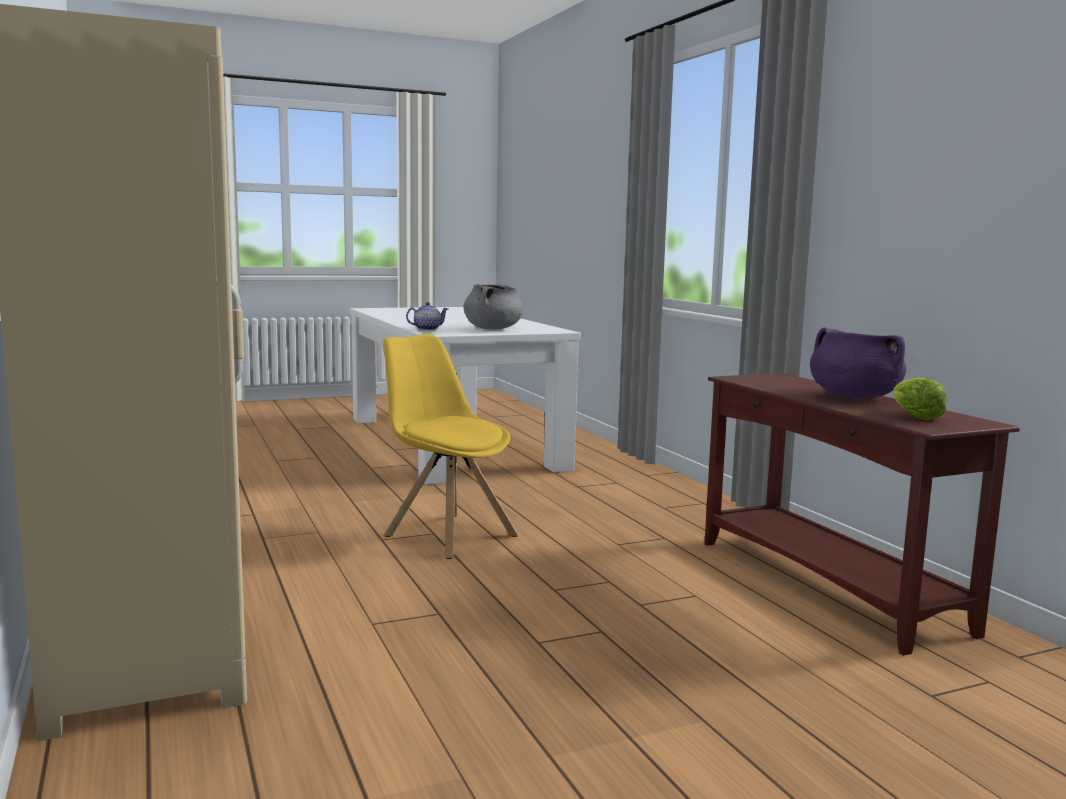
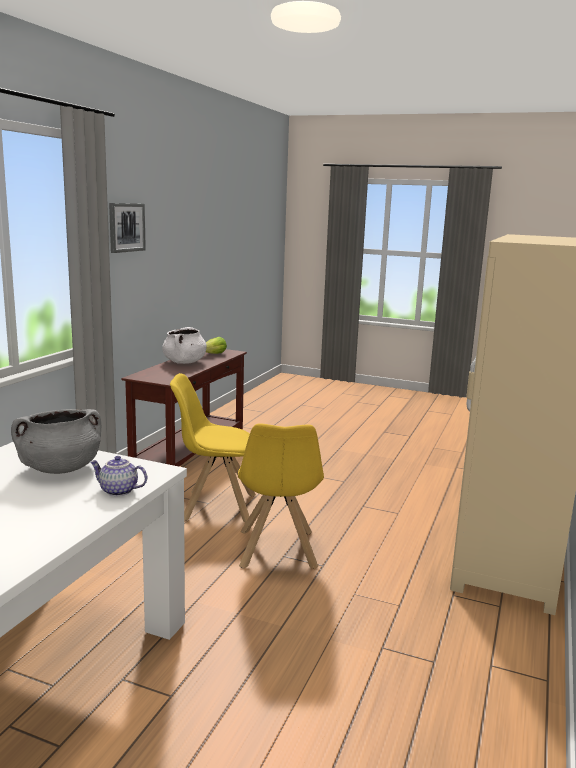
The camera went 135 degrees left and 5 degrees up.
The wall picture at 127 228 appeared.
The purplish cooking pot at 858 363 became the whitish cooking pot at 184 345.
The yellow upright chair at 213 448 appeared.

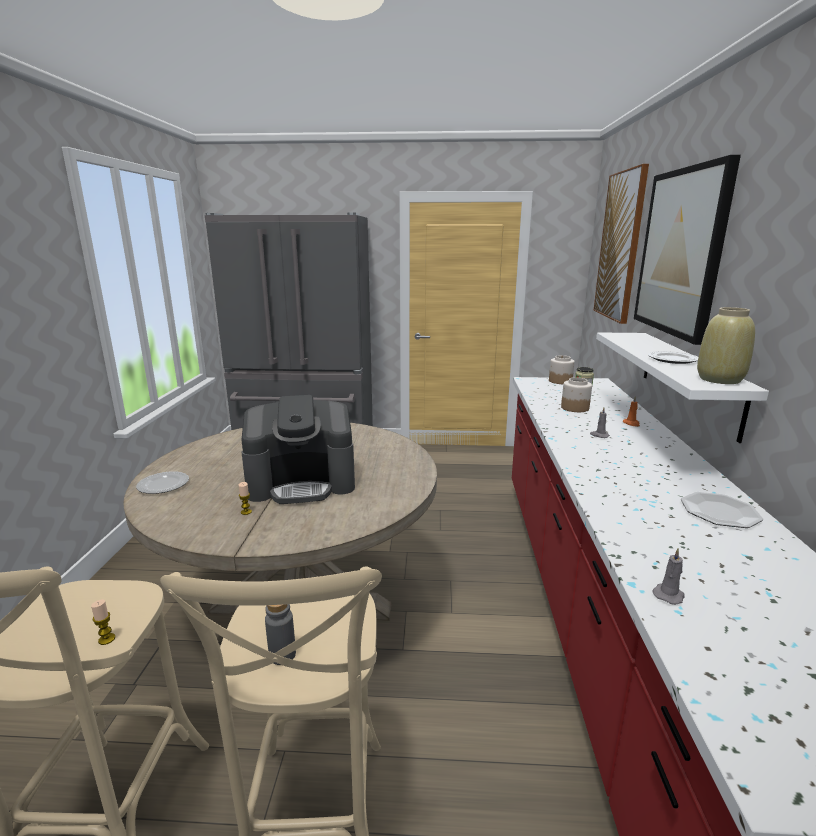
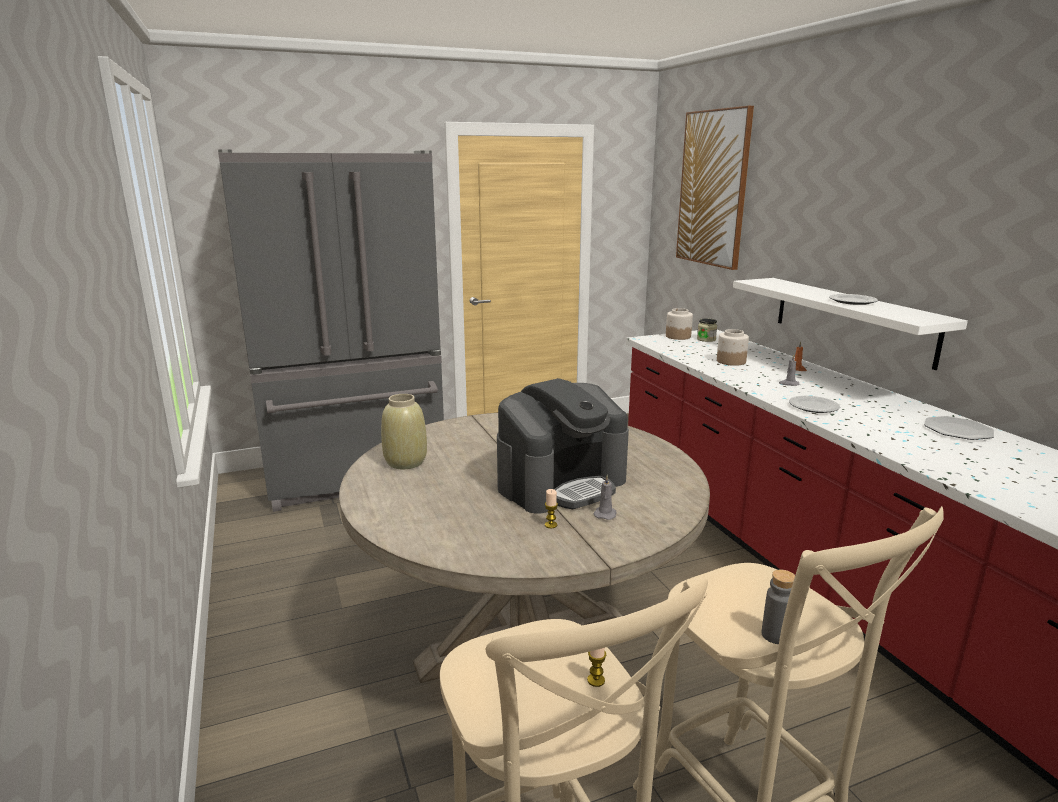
The camera went 25 degrees left and 0 degrees up.
The beige-coloured decorative vase moved from 726 345 to 404 431.
The greyish candle moved from 668 576 to 604 497.
The flat dish moved from 162 482 to 814 404.
The wall picture at 687 250 disappeared.

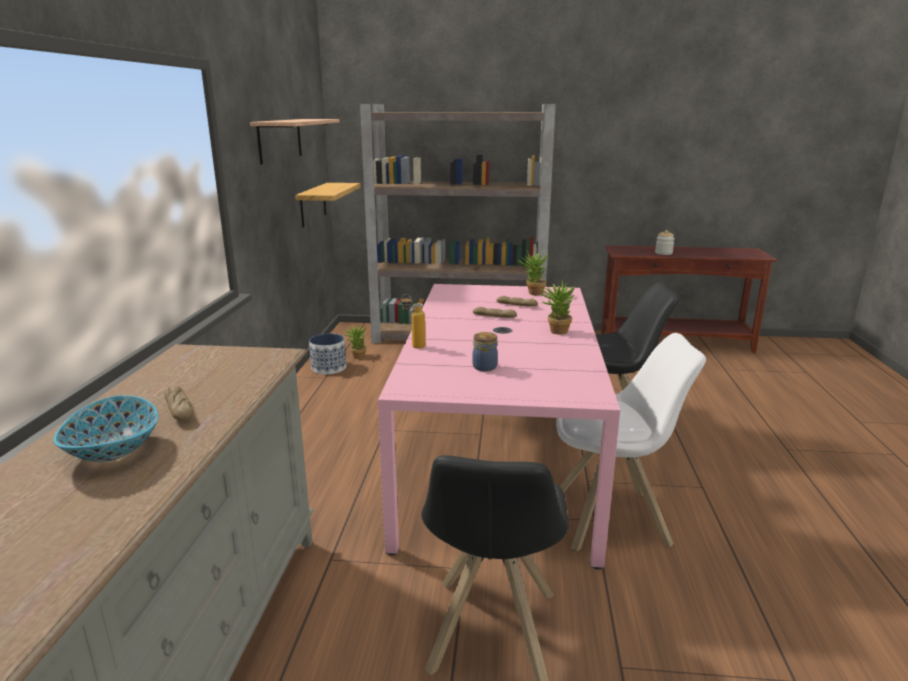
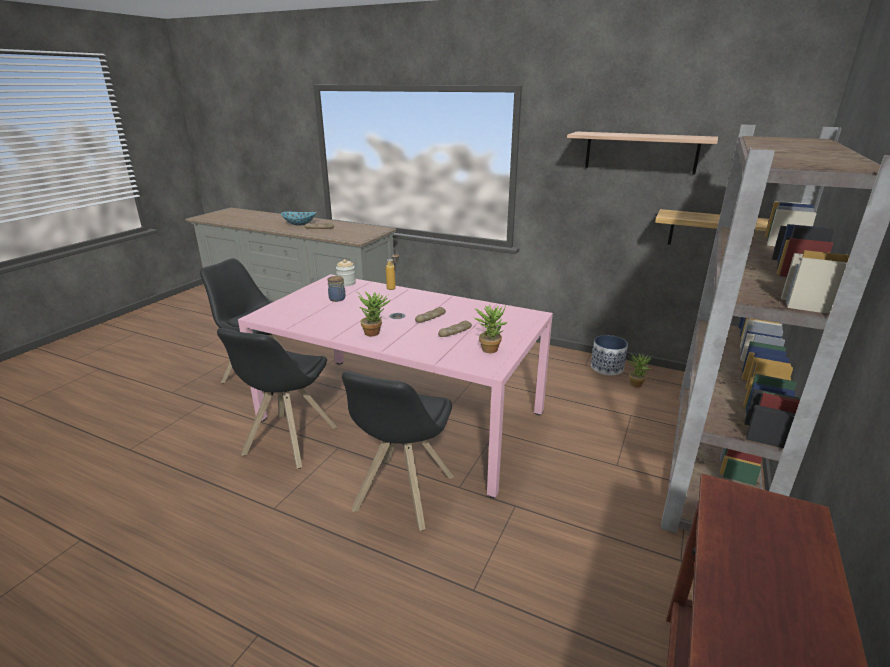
The camera went 110 degrees right and 5 degrees up.
The whitish upright chair at 631 442 became the black-coloured upright chair at 277 398.
The jar moved from 665 242 to 346 272.

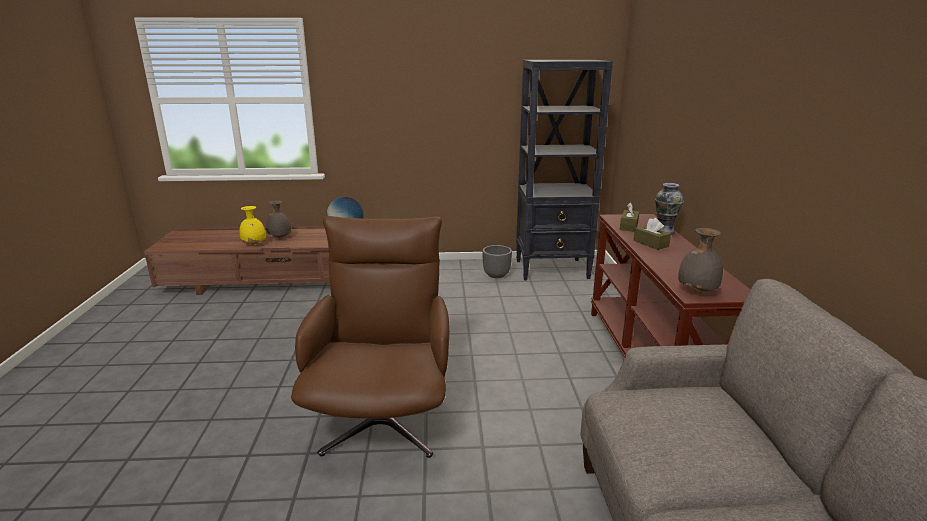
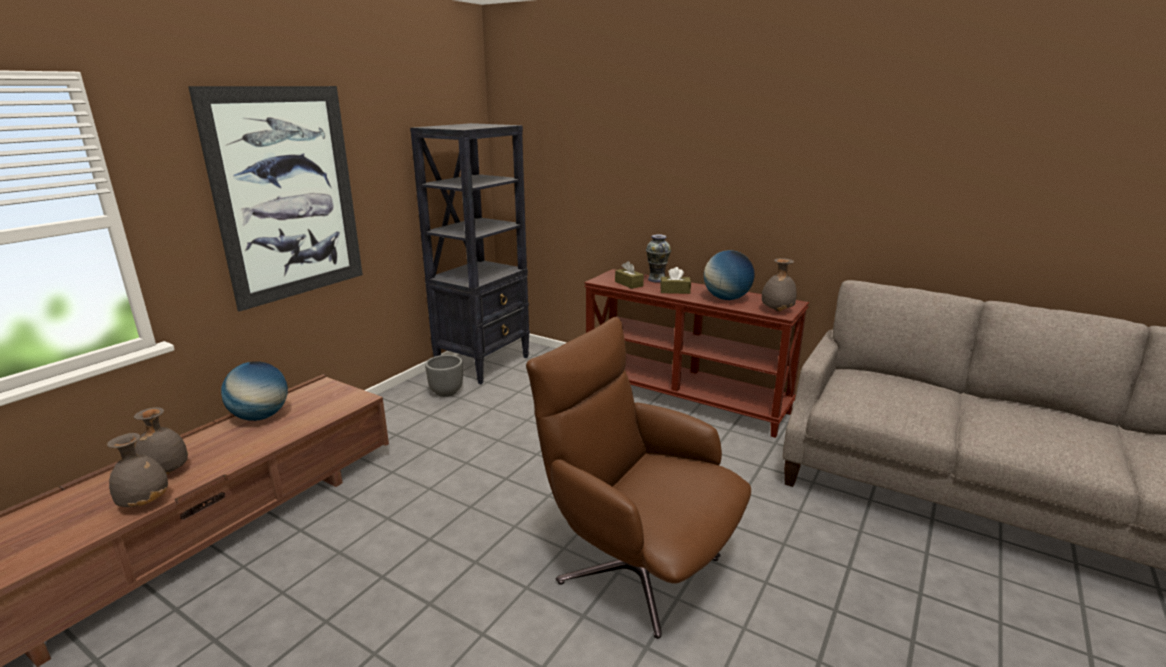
The camera went 55 degrees left and 0 degrees up.
The yellow decorative vase at 252 225 became the greyish decorative vase at 137 470.
The wall picture at 275 199 appeared.
The world globe at 729 275 appeared.

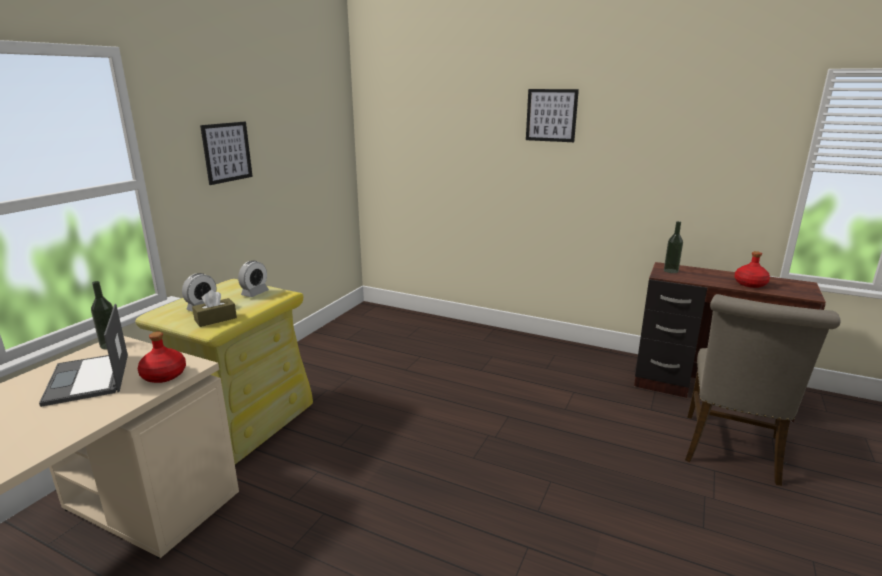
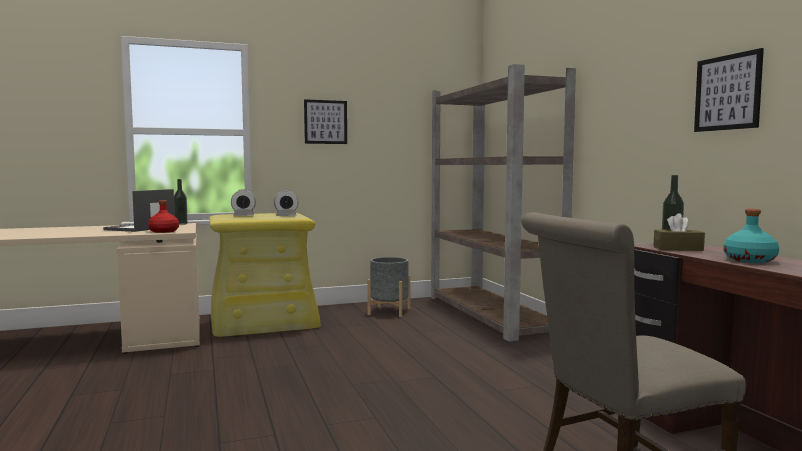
The camera went 45 degrees right and 15 degrees down.
The greyish plant pot at 389 287 appeared.
The brownish bookcase at 503 203 appeared.
The brownish box of tissues moved from 214 308 to 679 232.
The wall picture moved from 552 115 to 729 90.
The red-coloured drink bottle at 752 269 became the turquoise-coloured drink bottle at 751 236.

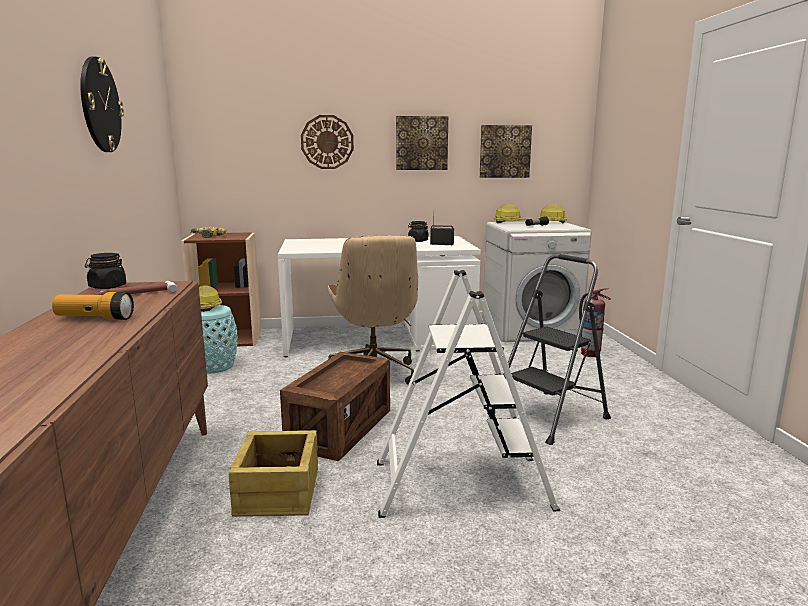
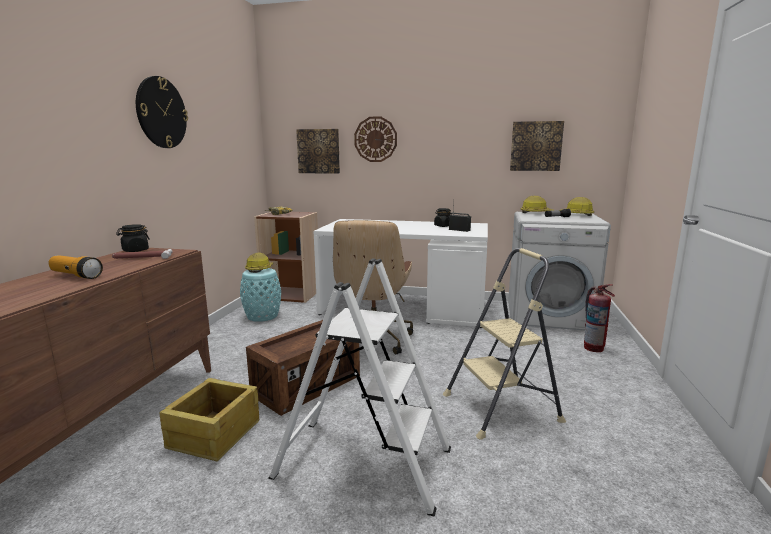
The camera went 20 degrees right and 0 degrees up.
The wall picture moved from 422 143 to 318 151.
The black-coloured stepladder at 549 349 became the beige-coloured stepladder at 504 344.

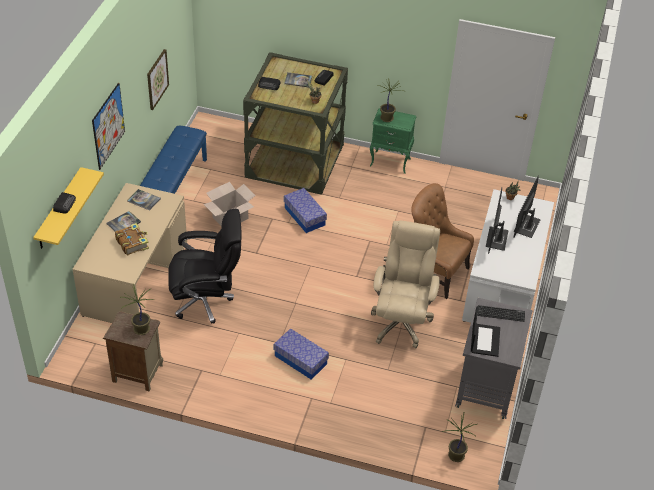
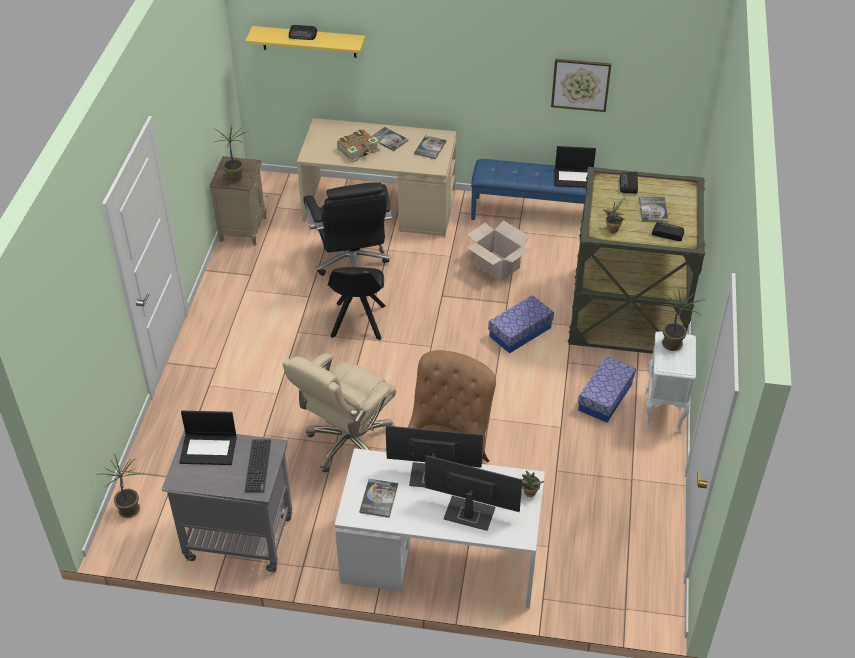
The camera went 85 degrees right and 0 degrees up.
The beige-coloured computer chair at 405 284 turned 120 degrees clockwise.
The black-coloured upright chair at 356 303 appeared.
The book at 378 498 appeared.
The notebook computer at 575 167 appeared.
The storage container moved from 301 354 to 607 389.
The green nightstand at 393 141 became the whitish nightstand at 670 382.
The wall picture at 108 126 disappeared.

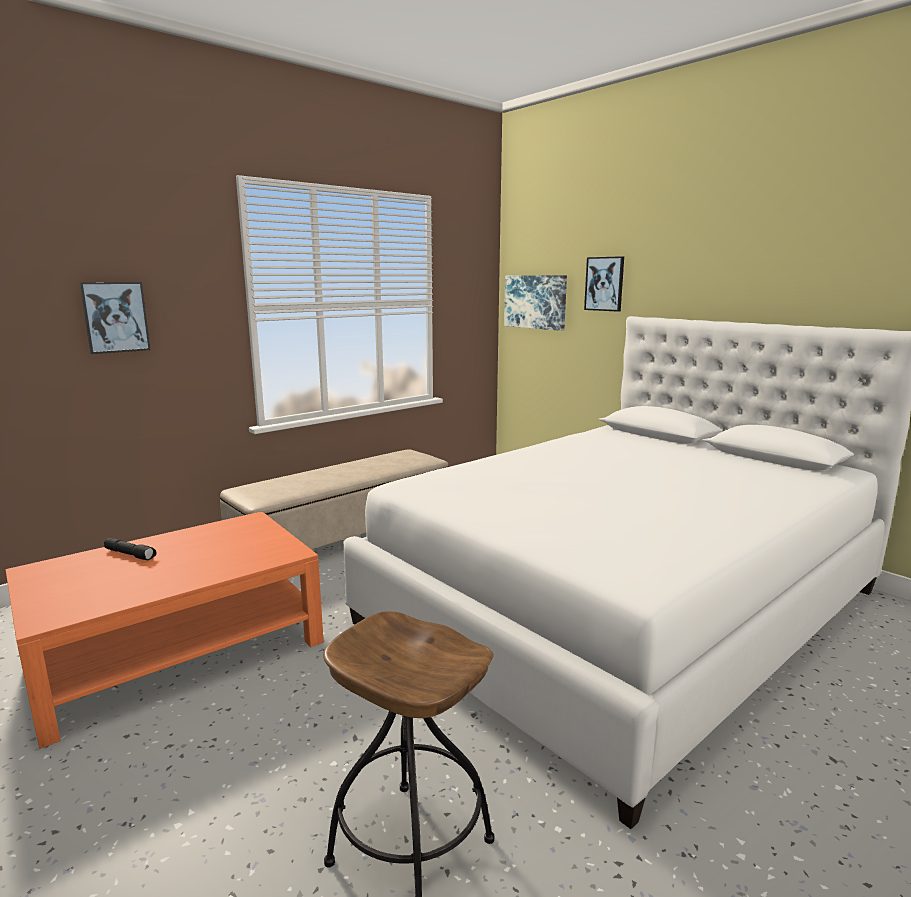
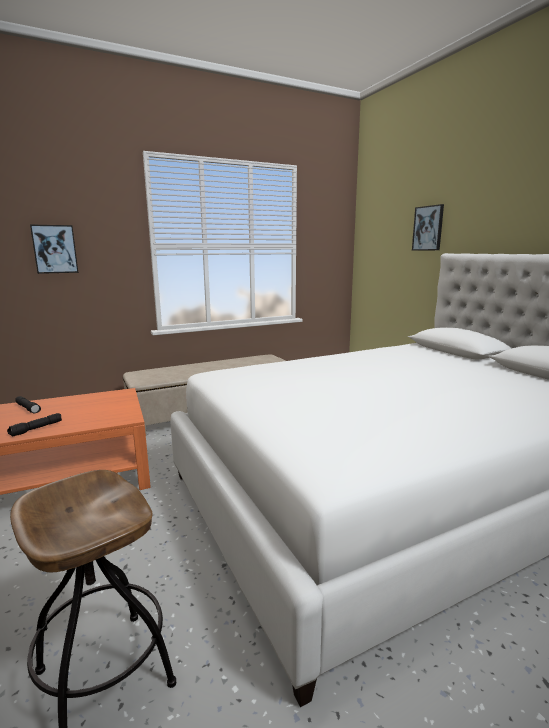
The camera went 15 degrees right and 0 degrees up.
The black-coloured flashlight at 34 424 appeared.
The wall picture at 535 303 disappeared.

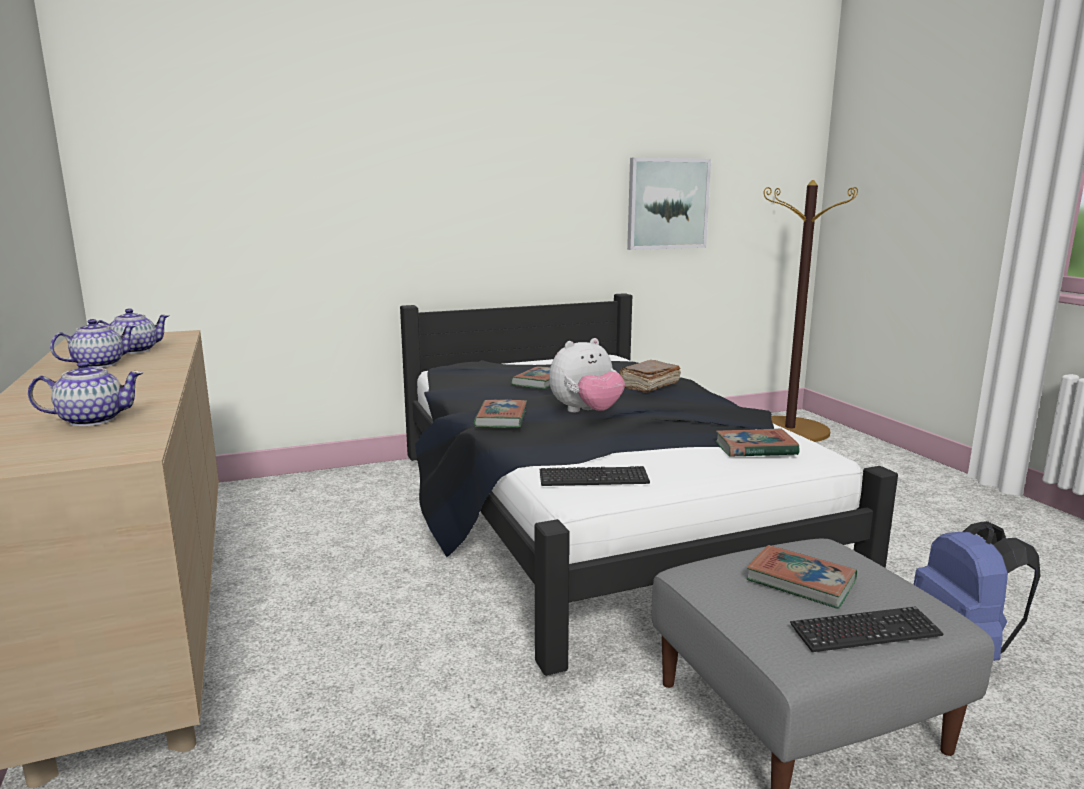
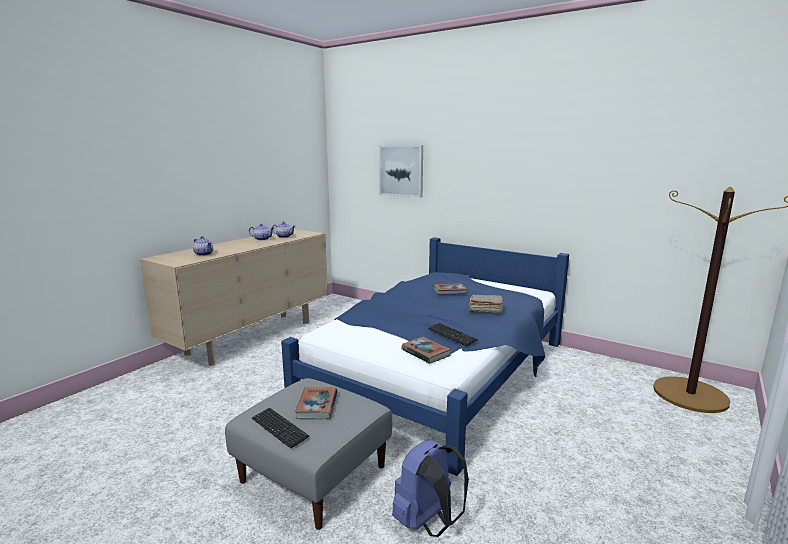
The camera went 55 degrees right and 0 degrees up.
The black-coloured bed at 649 484 became the bluish bed at 425 356.
The wall picture moved from 669 203 to 401 171.
The keyboard moved from 595 476 to 453 334.
The book at 500 414 disappeared.
The cuddly toy at 587 375 disappeared.

